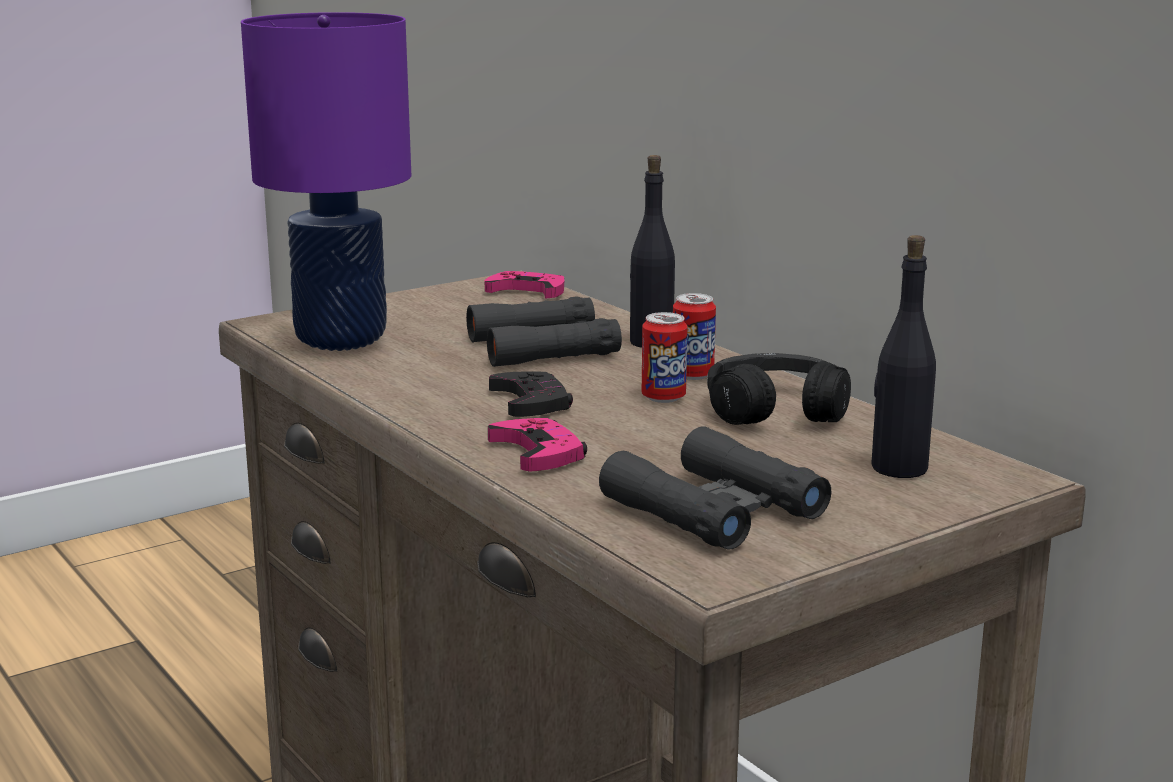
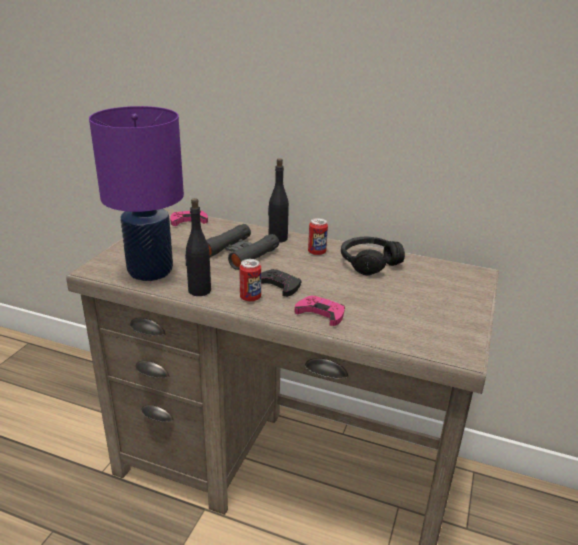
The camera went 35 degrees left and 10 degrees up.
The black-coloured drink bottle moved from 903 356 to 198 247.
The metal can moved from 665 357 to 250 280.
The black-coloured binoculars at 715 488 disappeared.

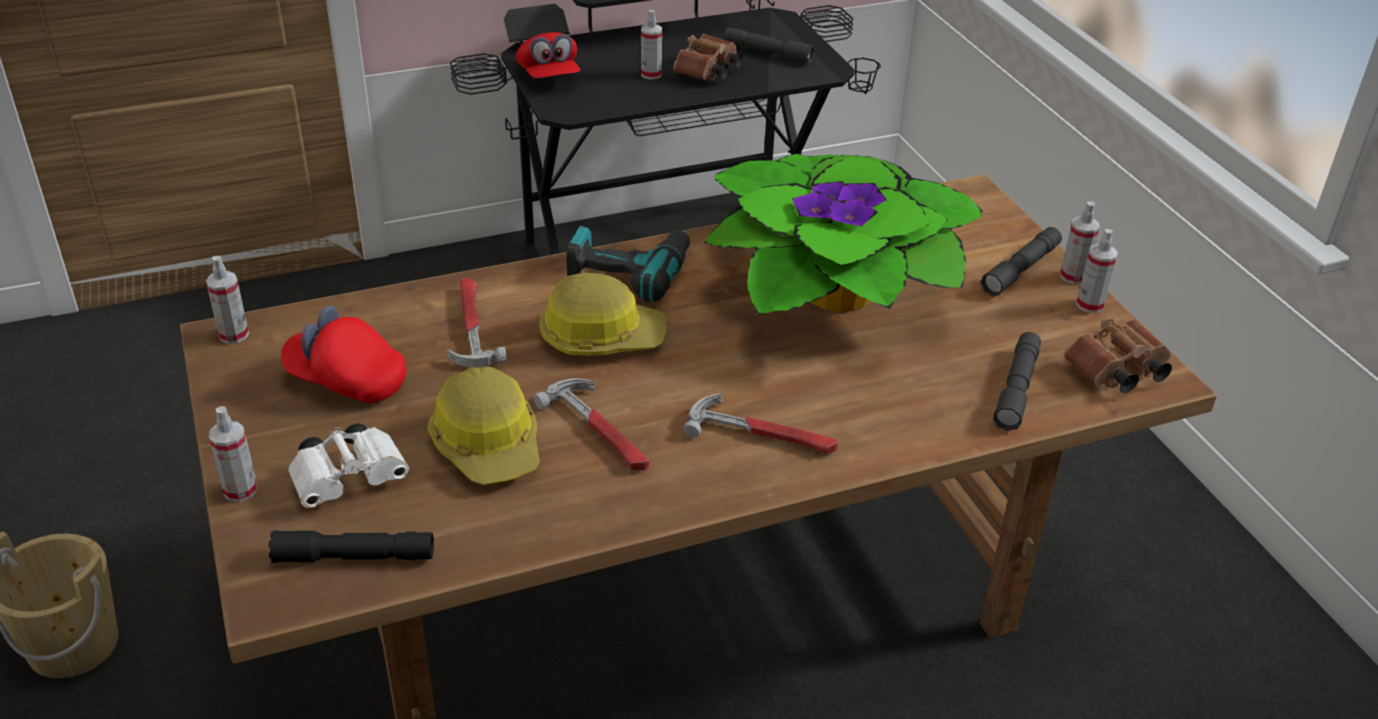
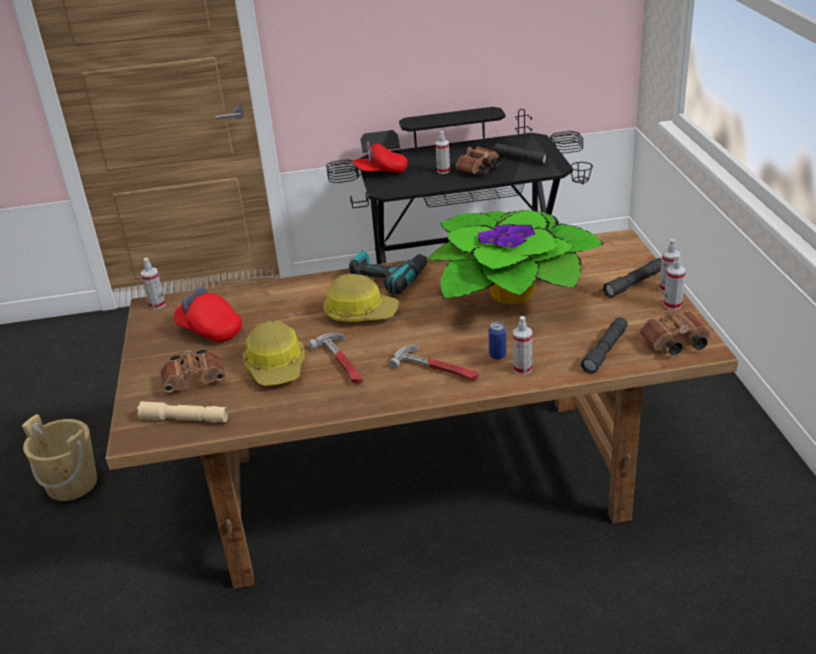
The camera went 15 degrees right and 5 degrees down.
The black-coloured flashlight at 351 546 became the beige-coloured flashlight at 182 412.
The whitish binoculars at 348 465 became the brownish binoculars at 193 371.
The red-coloured baseball cap at 548 55 turned 90 degrees clockwise.
The metal can at 497 341 appeared.
The spray bottle moved from 233 454 to 522 345.
The tool hammer at 477 323 disappeared.

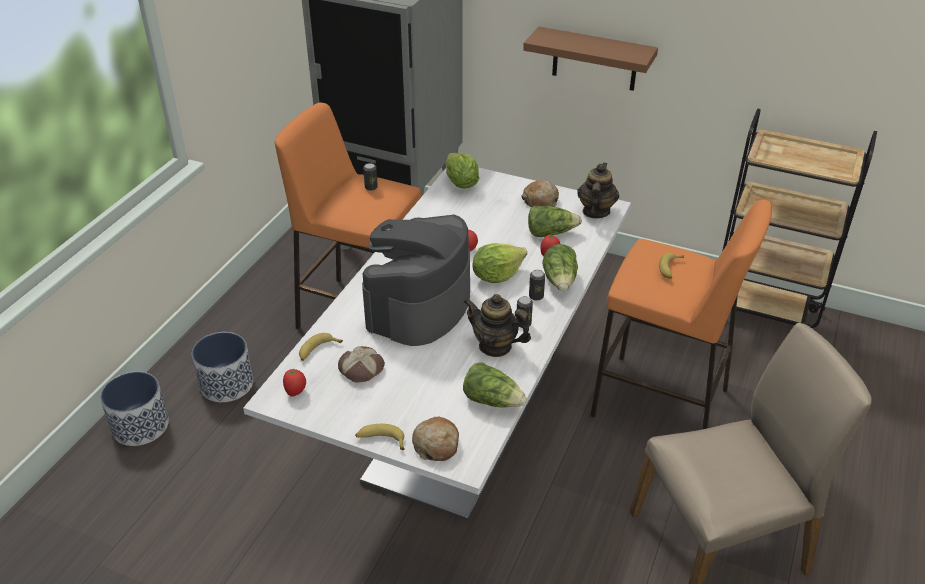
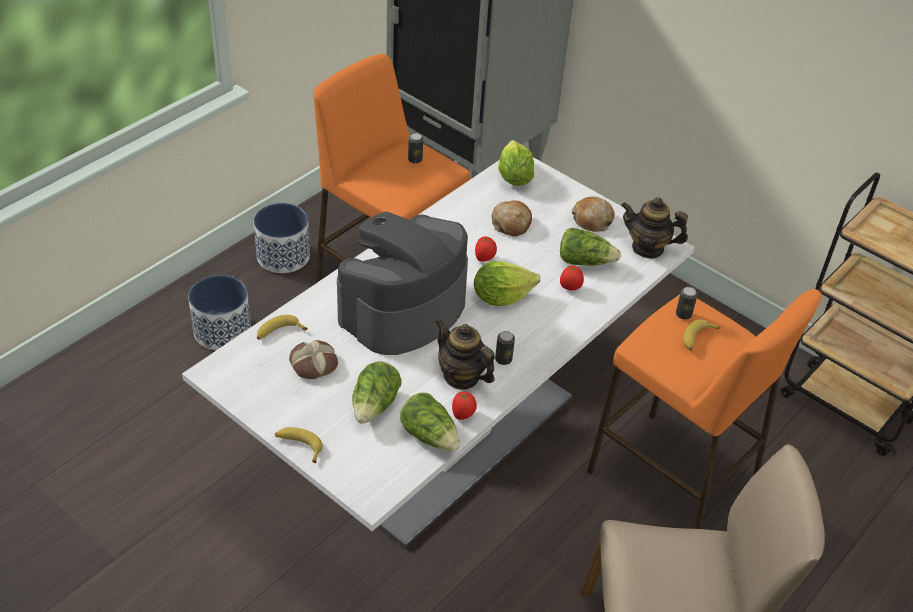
The camera went 15 degrees right and 5 degrees up.
The plant pot moved from 134 408 to 282 238.
The lettuce moved from 560 267 to 377 393.
The fresh tomato moved from 294 382 to 464 405.
The bread moved from 435 439 to 512 218.
The tea pot at 598 190 turned 105 degrees counterclockwise.
The metal can moved from 537 285 to 687 303.
The brownish wall shelf at 590 58 disappeared.

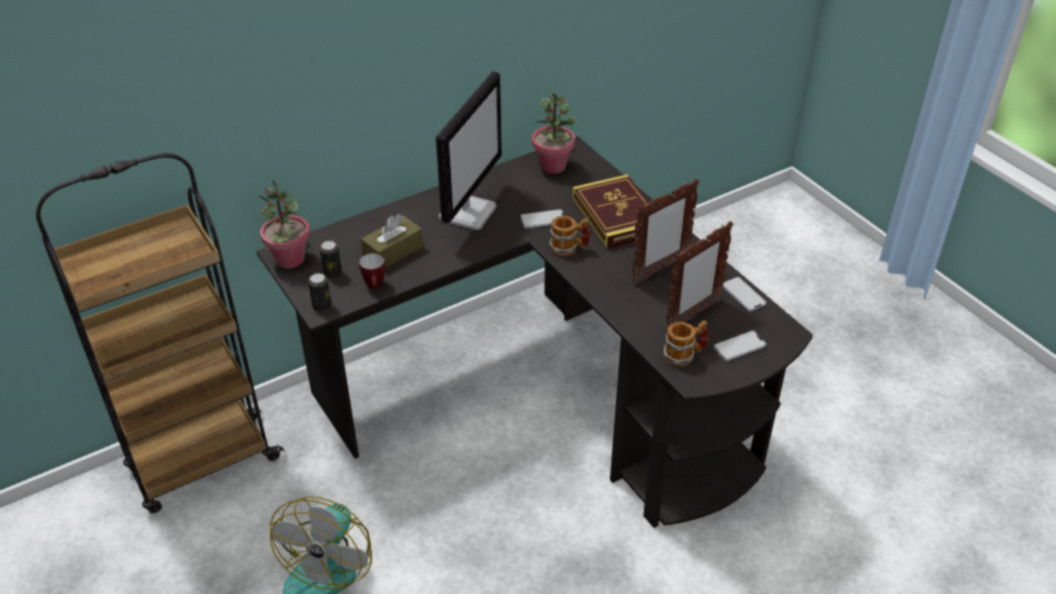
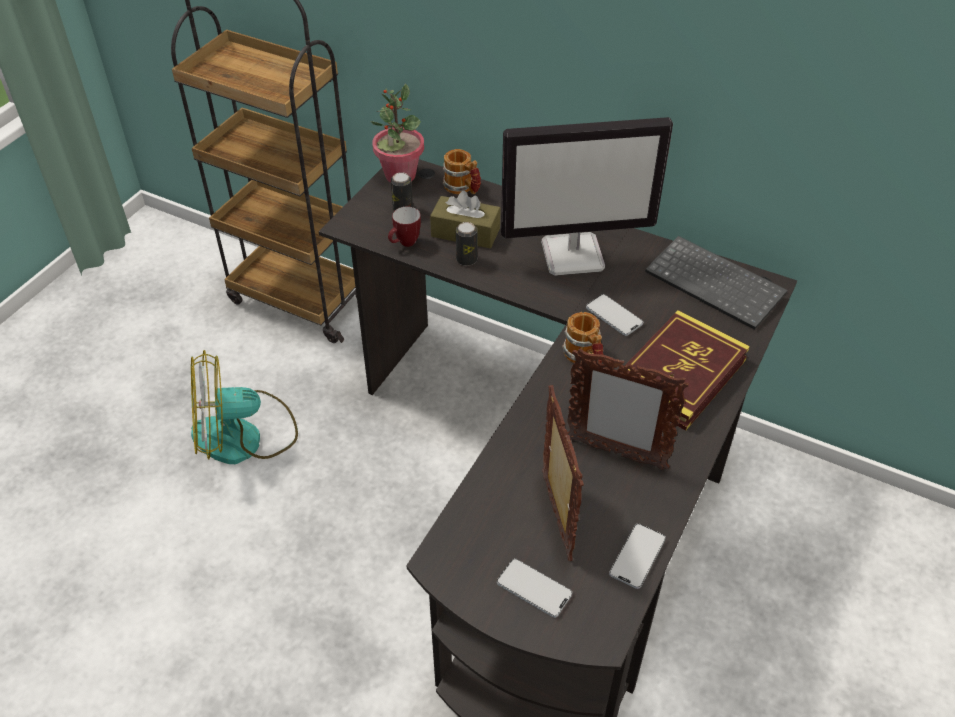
The camera went 60 degrees right and 5 degrees up.
The mug moved from 686 343 to 462 171.
The metal can moved from 320 292 to 466 244.
The standing frame at 699 276 turned 120 degrees counterclockwise.
The houseplant at 554 133 was replaced by the keyboard at 716 283.

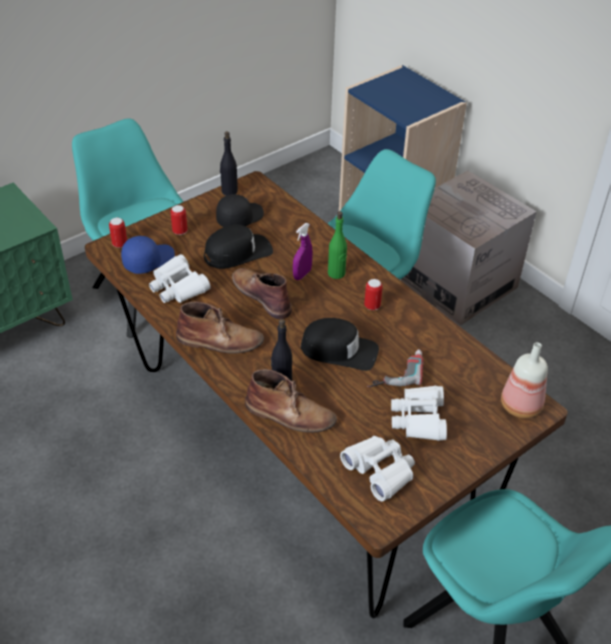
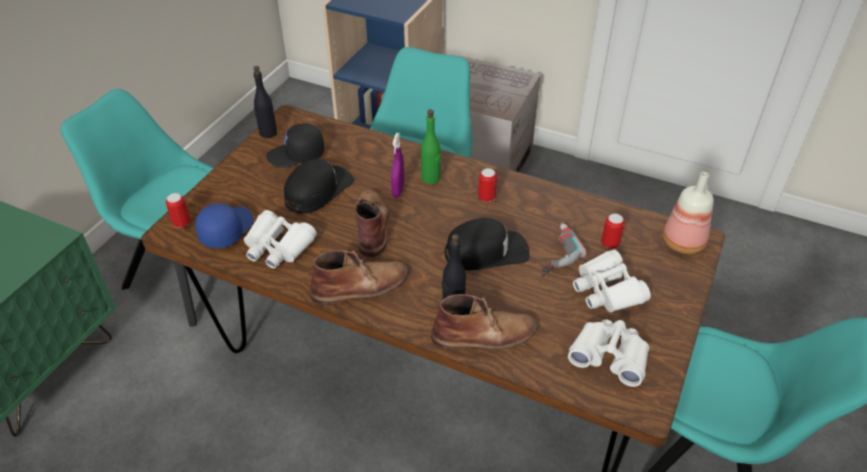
The camera went 25 degrees left and 0 degrees up.
The black-coloured baseball cap at 240 210 turned 120 degrees counterclockwise.
The brownish boot at 262 293 turned 60 degrees clockwise.
The metal can moved from 178 220 to 613 231.

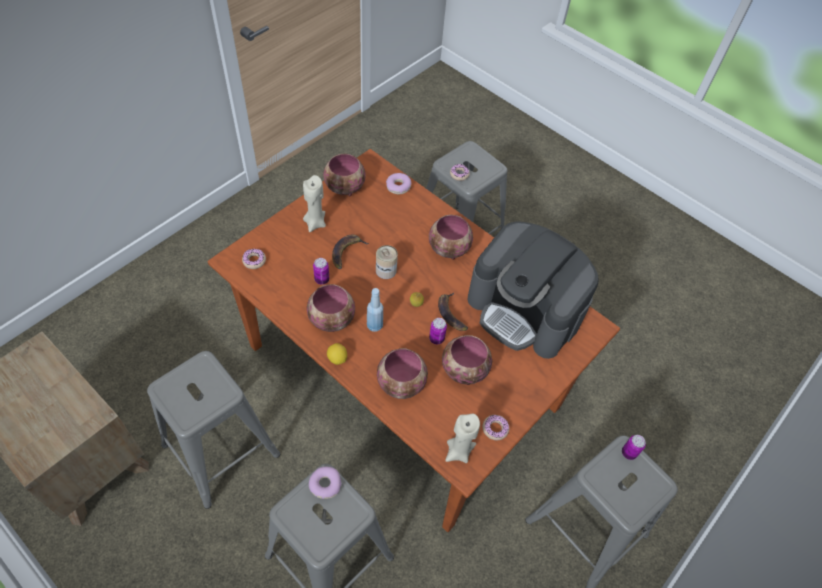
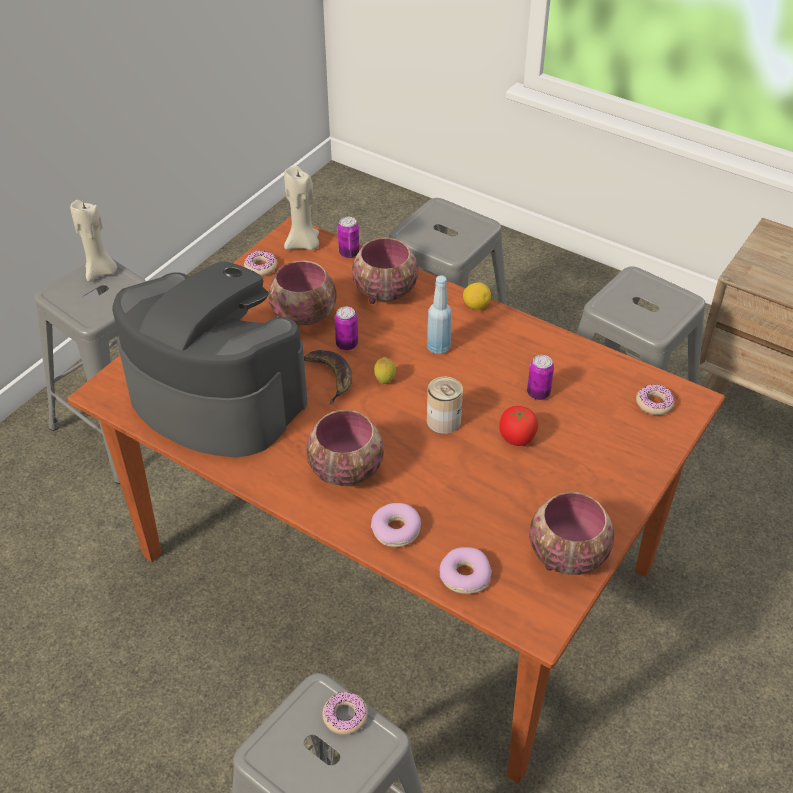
The camera went 175 degrees right and 10 degrees down.
The beige-coloured candle moved from 314 203 to 93 241.
The metal can moved from 634 447 to 348 237.
The donut moved from 325 483 to 396 525.
The whole banana at 350 252 was replaced by the fresh tomato at 518 426.
The bowl at 331 308 disappeared.

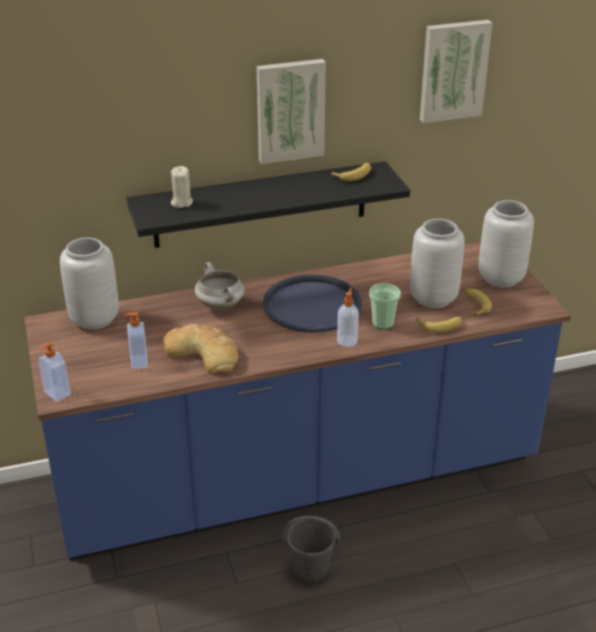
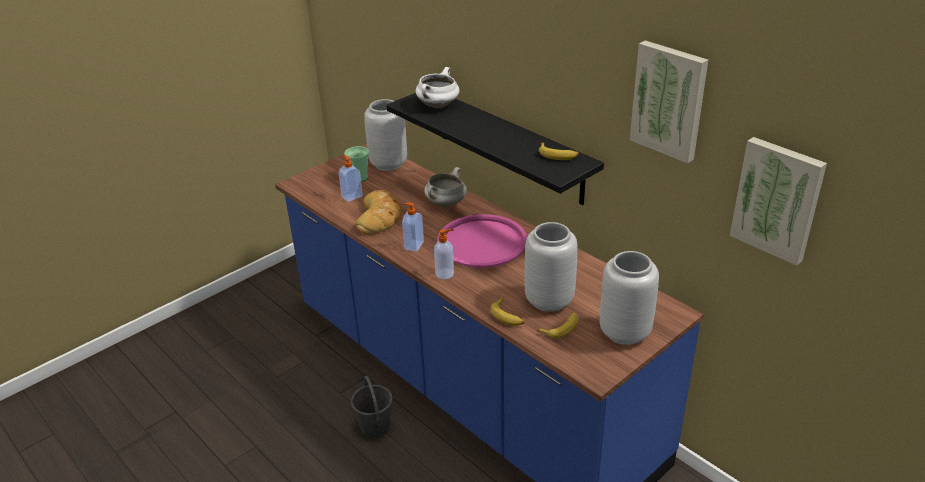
The camera went 65 degrees right and 0 degrees up.
The cup moved from 385 306 to 356 164.
The soap bottle moved from 54 372 to 413 227.
The beige-coloured candle at 182 187 was replaced by the whitish cooking pot at 437 87.
The bluish tray at 312 304 became the pinkish tray at 482 241.
The wall picture moved from 291 111 to 778 201.

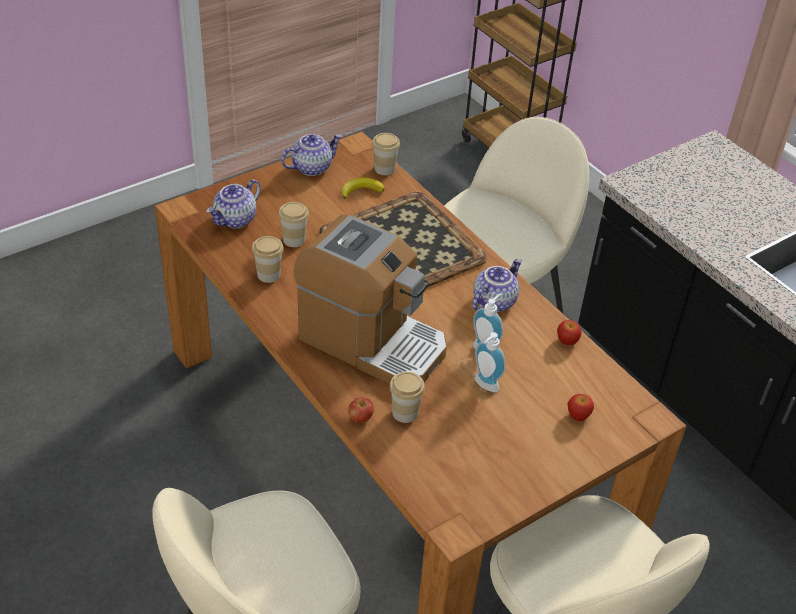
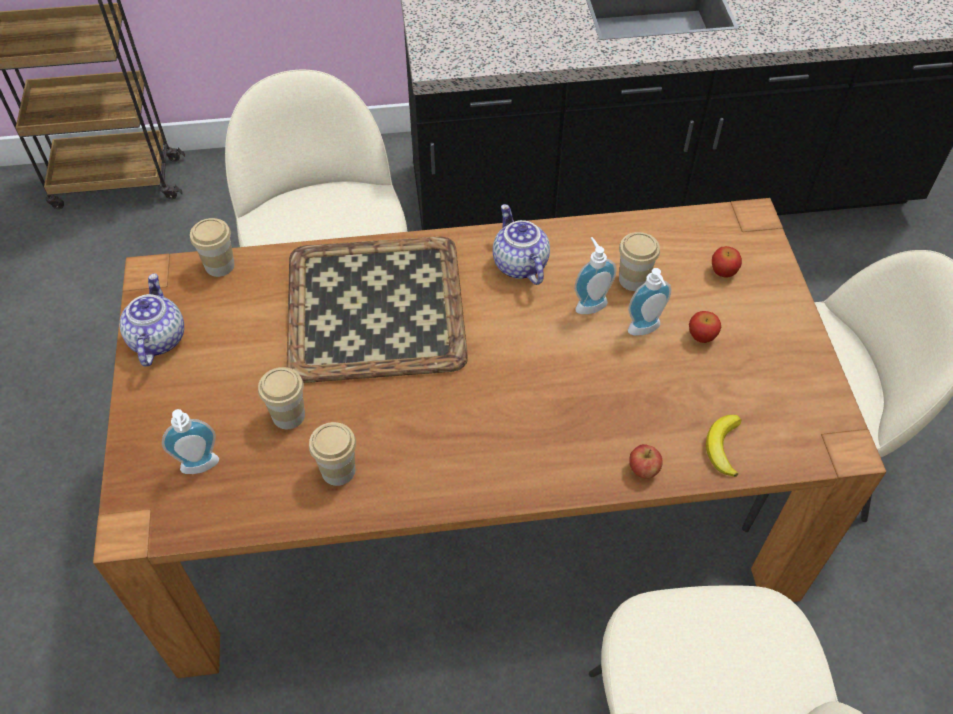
The camera went 60 degrees left and 10 degrees up.
The tea pot at 233 203 was replaced by the soap bottle at 190 441.
The cup moved from 407 397 to 639 261.
The whole apple moved from 569 332 to 705 327.
The whole banana moved from 363 188 to 724 446.
The coffee brewer at 370 299 disappeared.

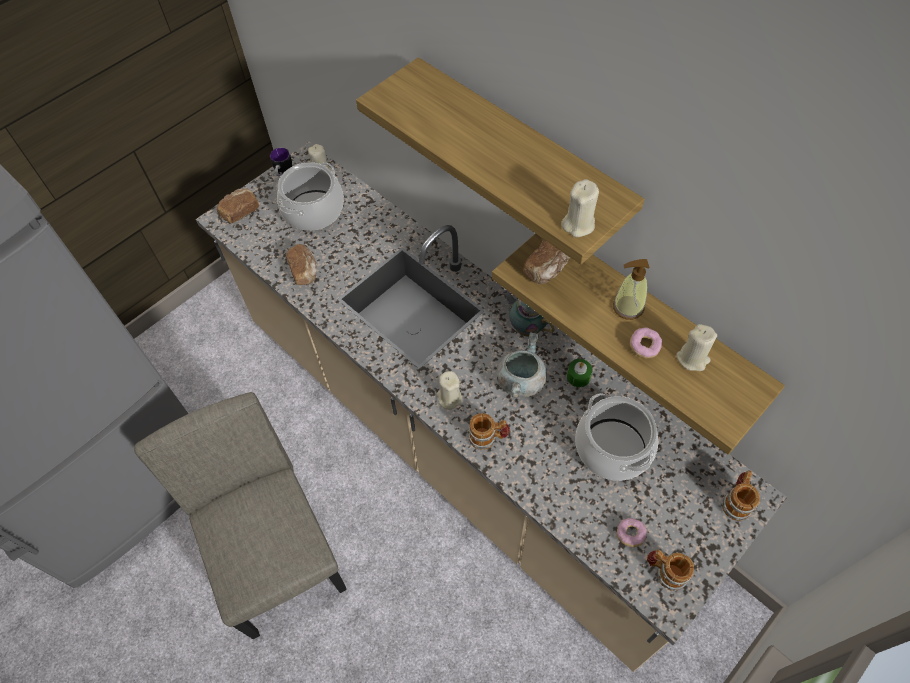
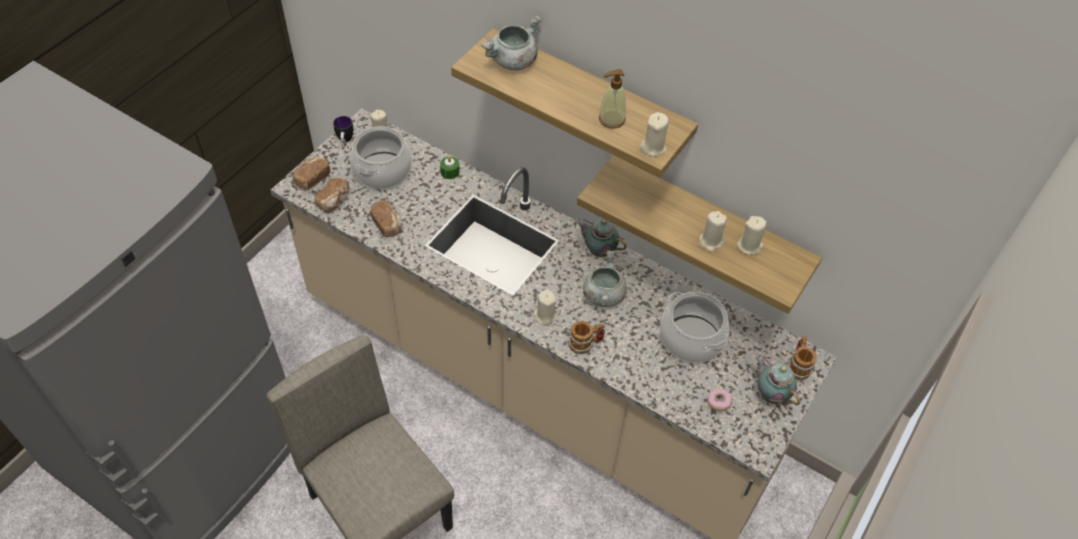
The camera went 15 degrees left and 5 degrees down.
The bread moved from 546 262 to 332 195.
The green candle moved from 580 373 to 450 167.
The greyish cooking pot at 511 42 appeared.
The soap bottle moved from 631 289 to 612 98.
The donut at 646 343 was replaced by the beige-coloured candle at 713 231.
The tea pot at 777 380 appeared.
The mug at 670 570 disappeared.

